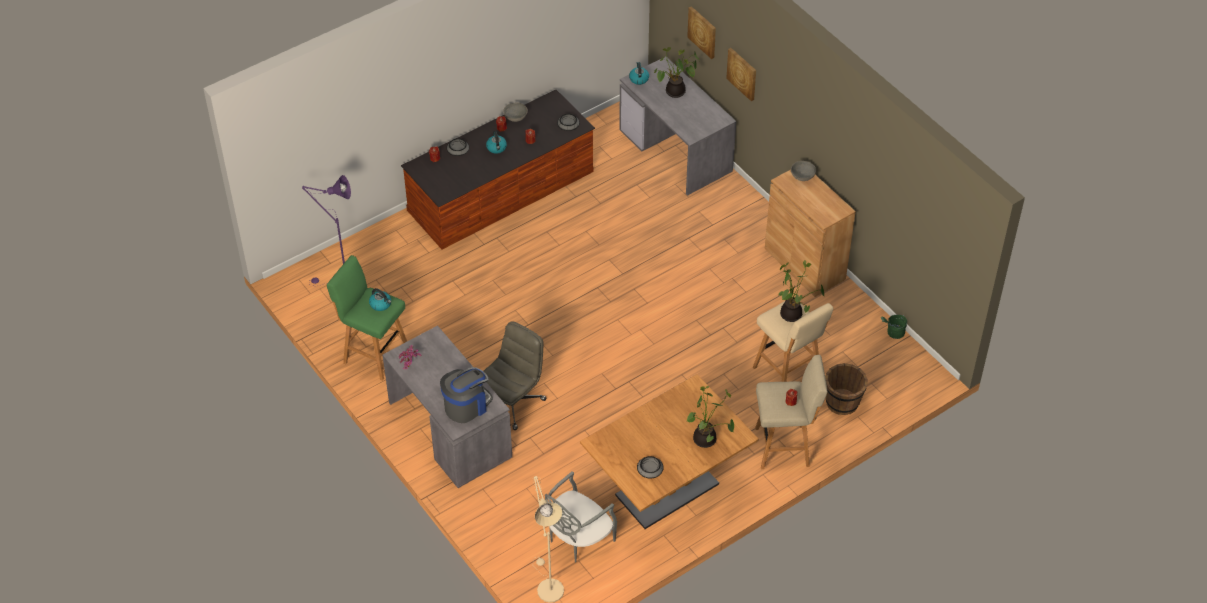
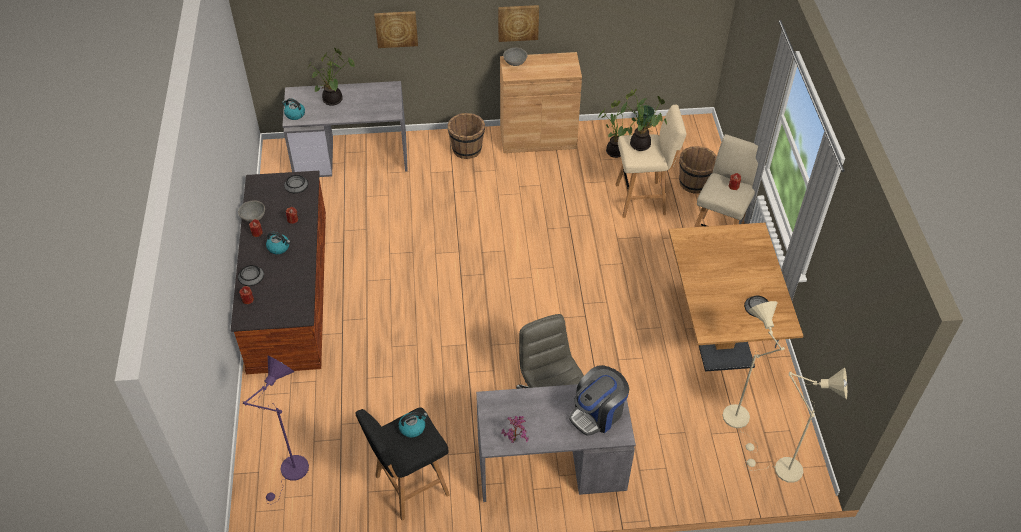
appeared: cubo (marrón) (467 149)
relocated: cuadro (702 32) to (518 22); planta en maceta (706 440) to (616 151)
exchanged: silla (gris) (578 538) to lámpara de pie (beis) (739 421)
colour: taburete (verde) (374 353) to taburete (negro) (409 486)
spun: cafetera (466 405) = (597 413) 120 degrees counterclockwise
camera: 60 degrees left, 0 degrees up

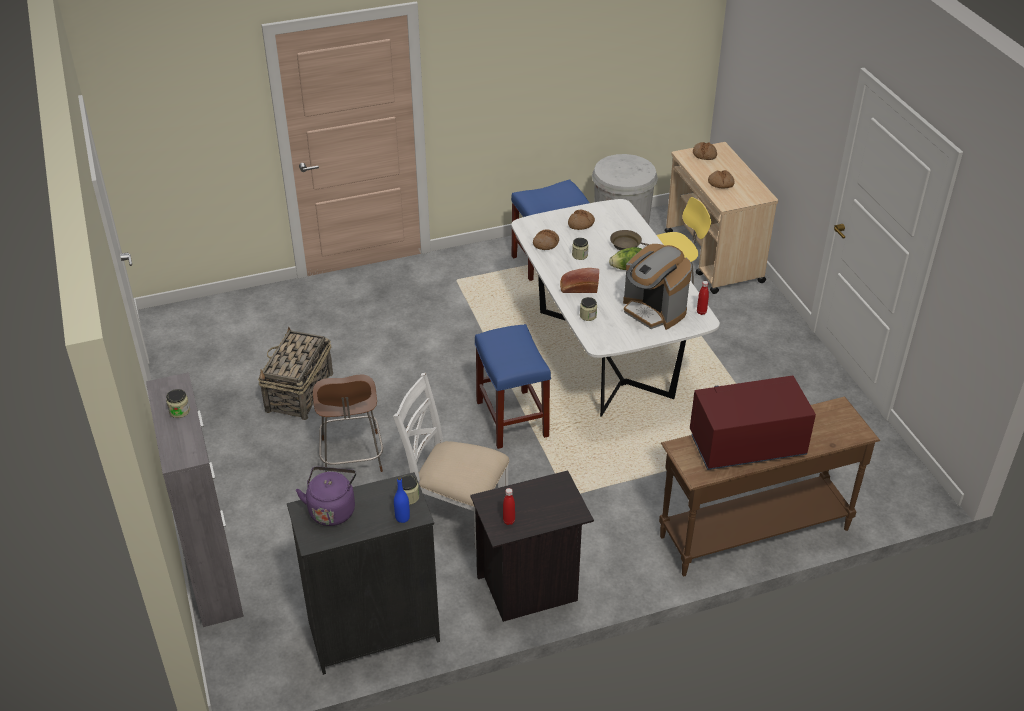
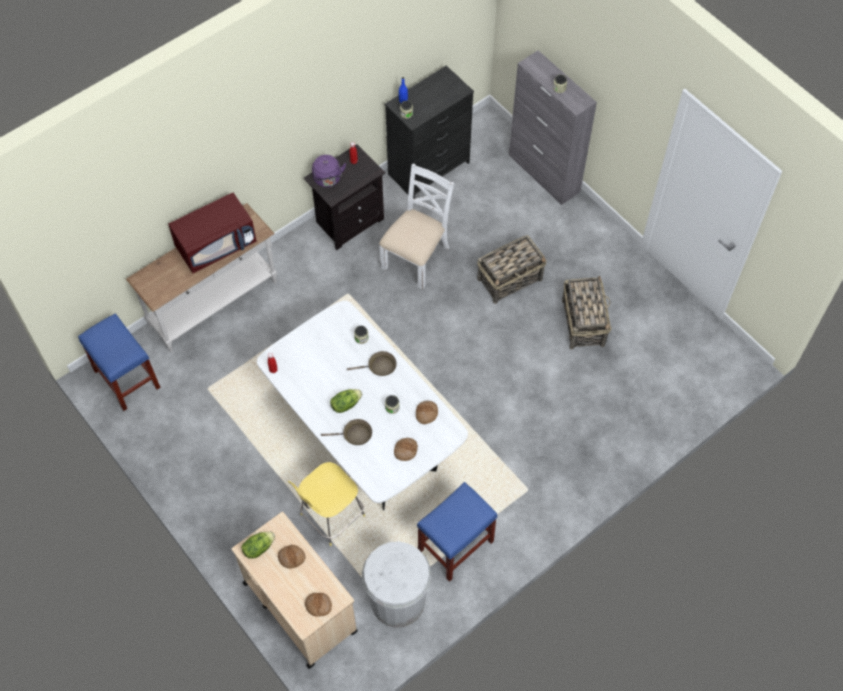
missing: cafetera (654 310)
appeared: lechuga (258 547)
relocated: hervidor (morado) (332 509) to (328 180); taburete (azul) (511 418) to (127 379)
exchanged: taburete (marrón) (352 457) to cesta (510 279); pan (578 288) to sartén (marrón) (379 367)
colour: mesa consola (marrón) (753 531) to mesa consola (blanco) (214 305)
spun: silla (blanco) (456 514) = (416 257) 60 degrees counterclockwise
camera: 160 degrees right, 20 degrees up

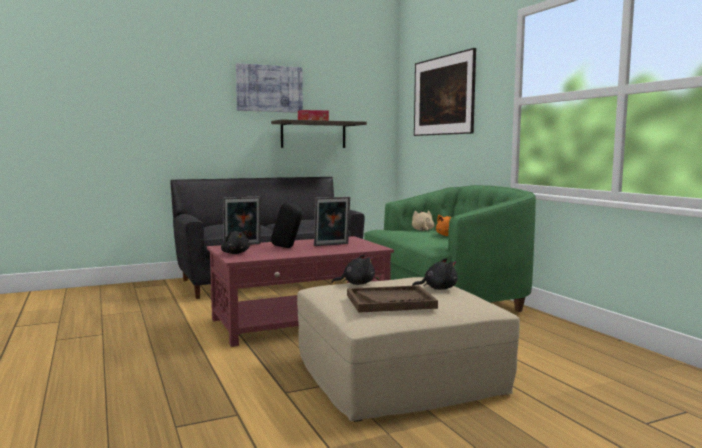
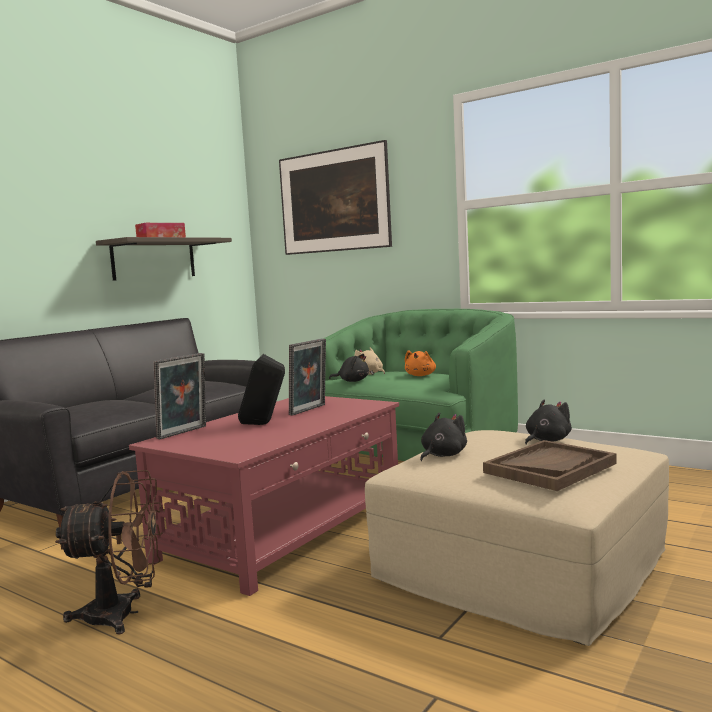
missing: cuadro (269 88)
appeared: ventilador (marrón) (123 614)
relocated: peluche (negro) (235 253) to (352 381)
camera: 30 degrees left, 0 degrees up

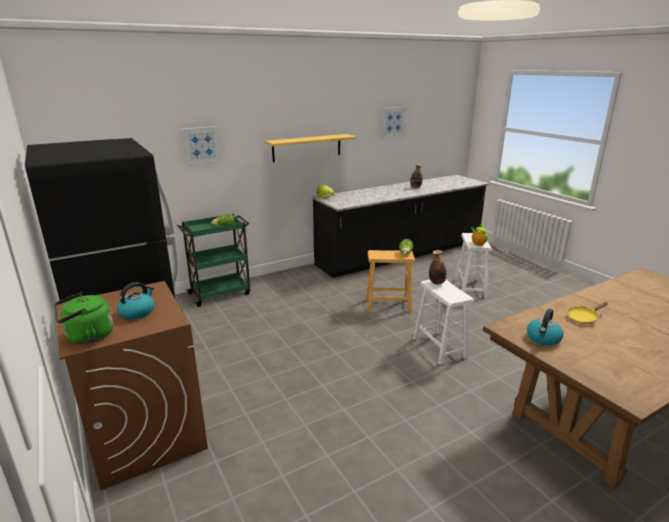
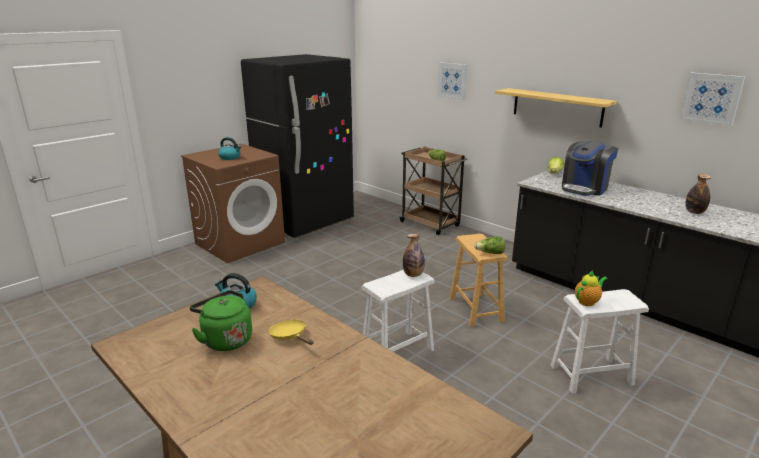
appeared: cafetera (585 188)
relocated: hervidor (verde) (87 337) to (225 339)
colour: carrito (verde) (220 293) to carrito (marrón) (430 224)
camera: 75 degrees right, 0 degrees up

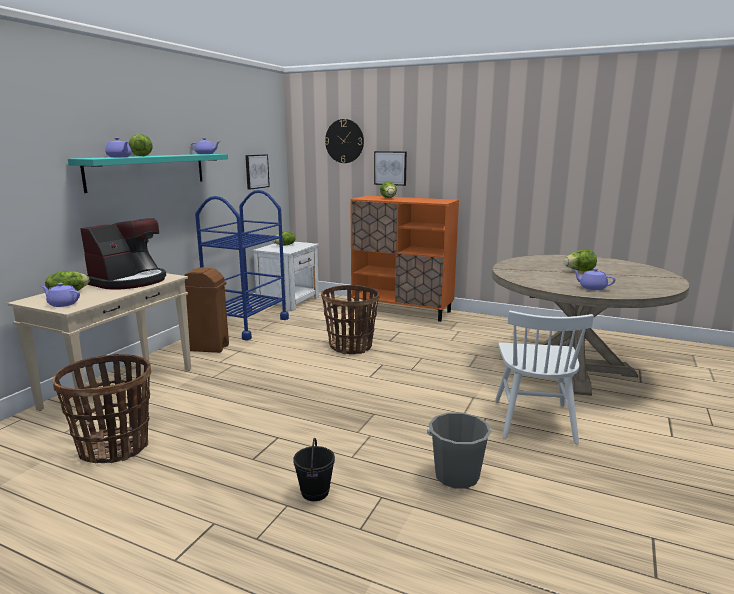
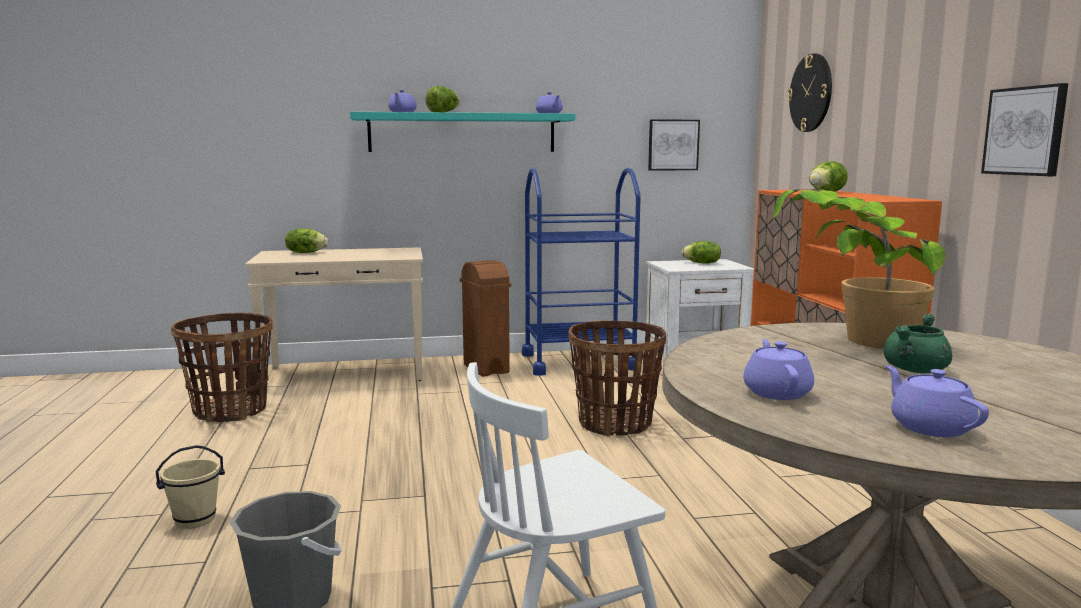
missing: cafetera (129 281)
appeared: planta en maceta (850 343)
relocated: tetera (morado) (62 304) to (929 427); cuadro (390 168) to (1025 131)
exchanged: lechuga (579 271) to olla (verde) (915 371)
colour: cubo (negro) (315 492) to cubo (beis) (195 520)
camera: 55 degrees right, 5 degrees down

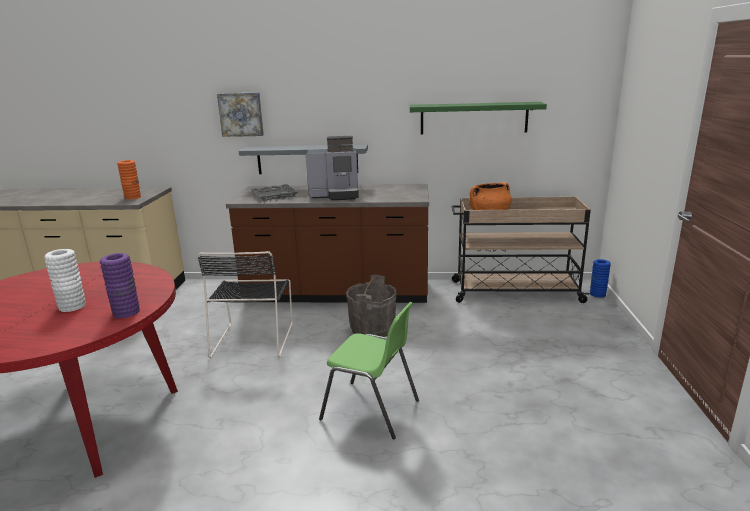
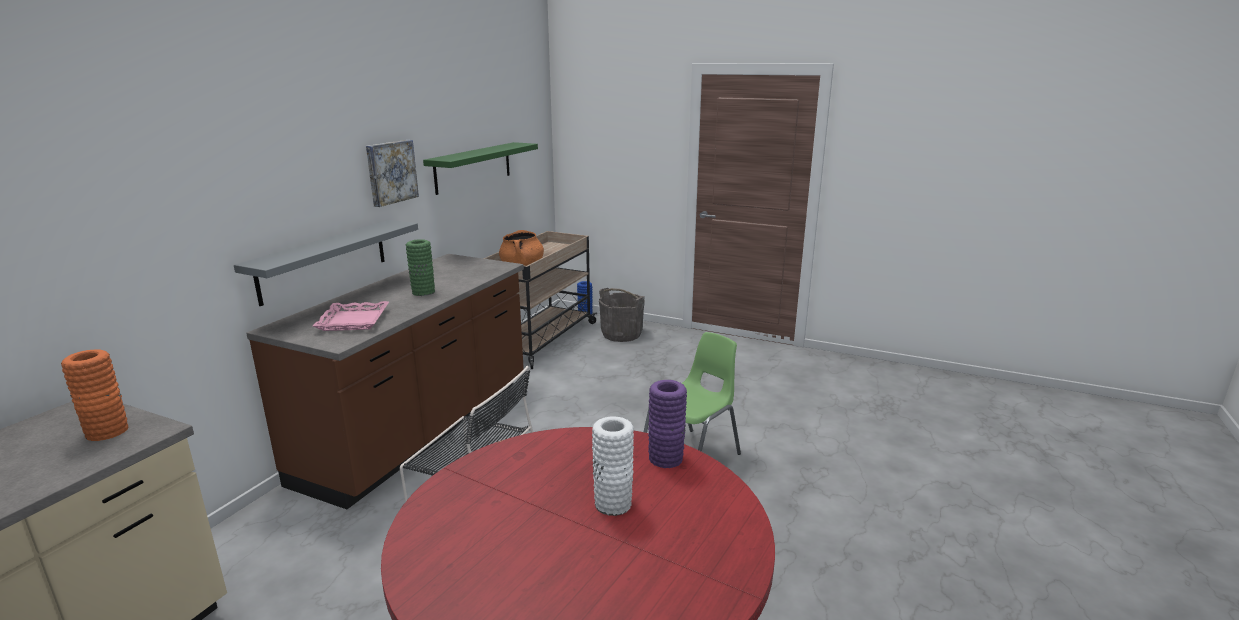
relocated: cuadro (241 114) to (390 172); cubo (gris) (372 329) to (621 334)
exchanged: cafetera (336 195) to florero (verde) (423 292)
colour: bandeja (gris) (274 195) to bandeja (rosa) (354 321)
camera: 70 degrees left, 0 degrees up

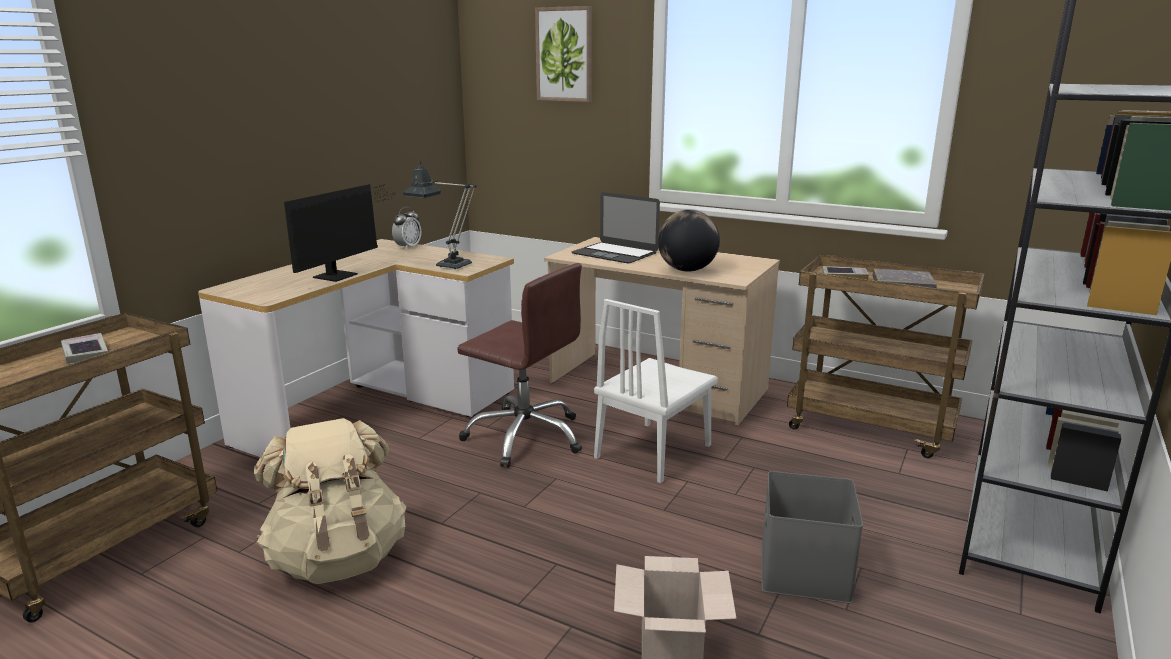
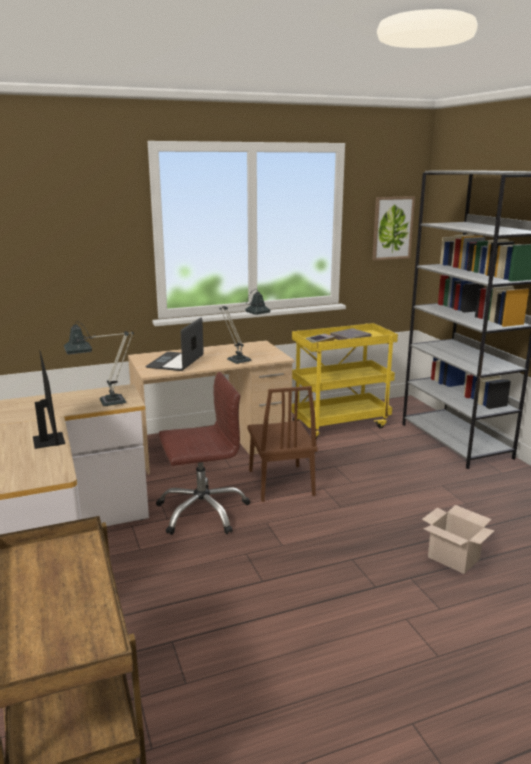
missing: libro (85 354); mochila (beis) (338 558); despertador (408 247); caja de almacenaje (gris) (806 572)
relocated: cuadro (564 54) to (392 228)
exchanged: globo terráqueo (687 270) to lámpara de mesa (244 360)
colour: silla (blanco) (653 451) to silla (marrón) (280 482); carrito (marrón) (871 427) to carrito (amarillo) (340 424)
spun: portátil (615 253) = (175 362) 120 degrees clockwise
camera: 50 degrees left, 0 degrees up

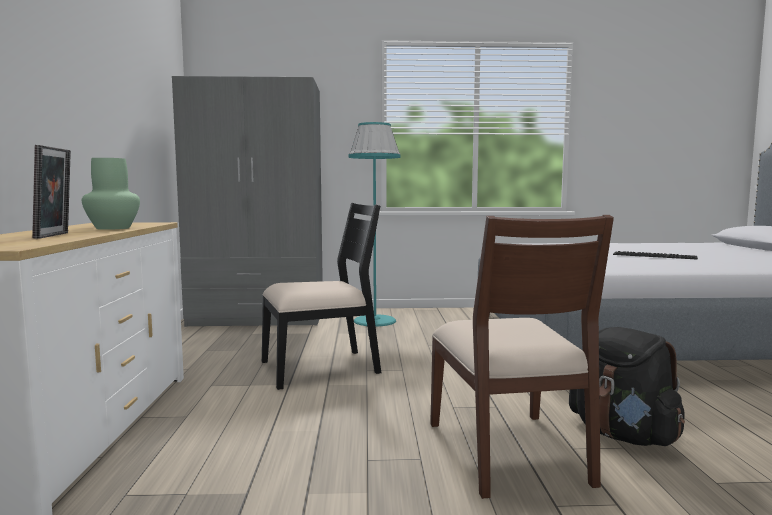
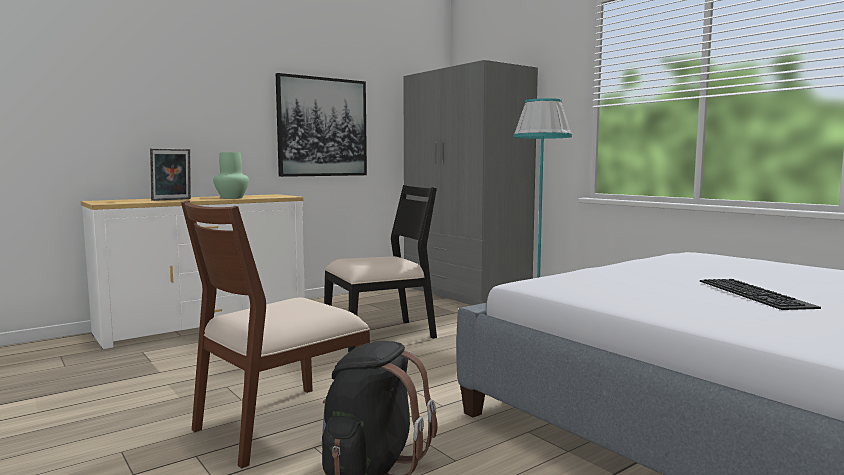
appeared: cuadro (322 127)
spun: silla (negro) (321 367) = (381 335) 60 degrees counterclockwise
camera: 55 degrees right, 0 degrees up

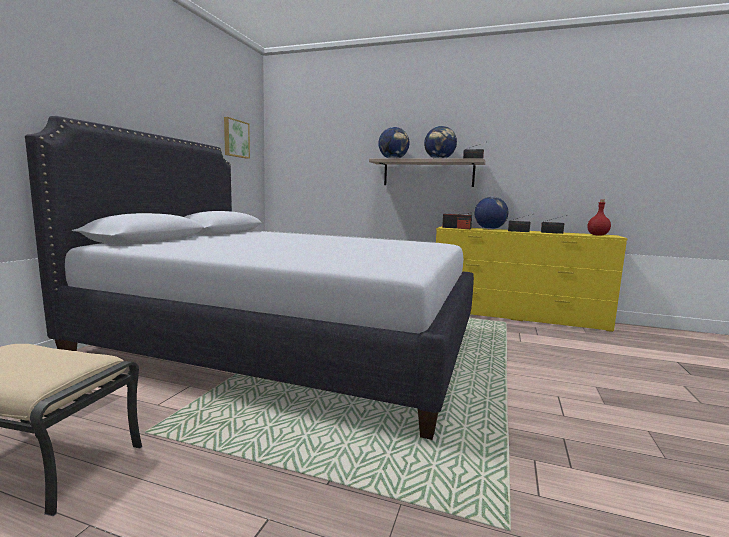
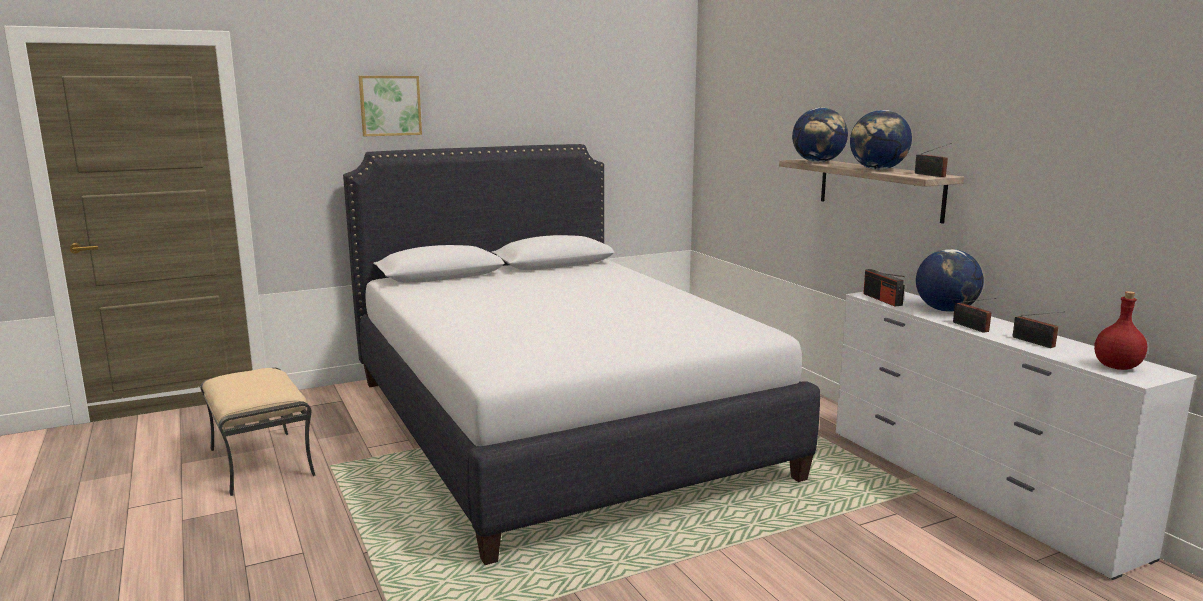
relocated: cuadro (235 138) to (390 105)
colour: cómoda (amarillo) (516 316) to cómoda (blanco) (972 488)
camera: 45 degrees right, 5 degrees up

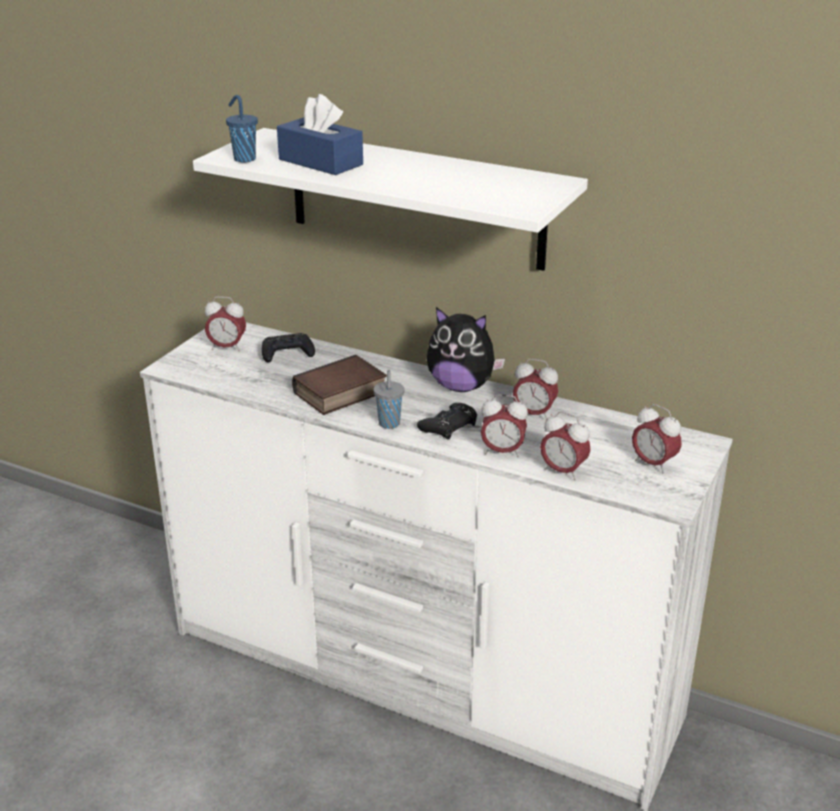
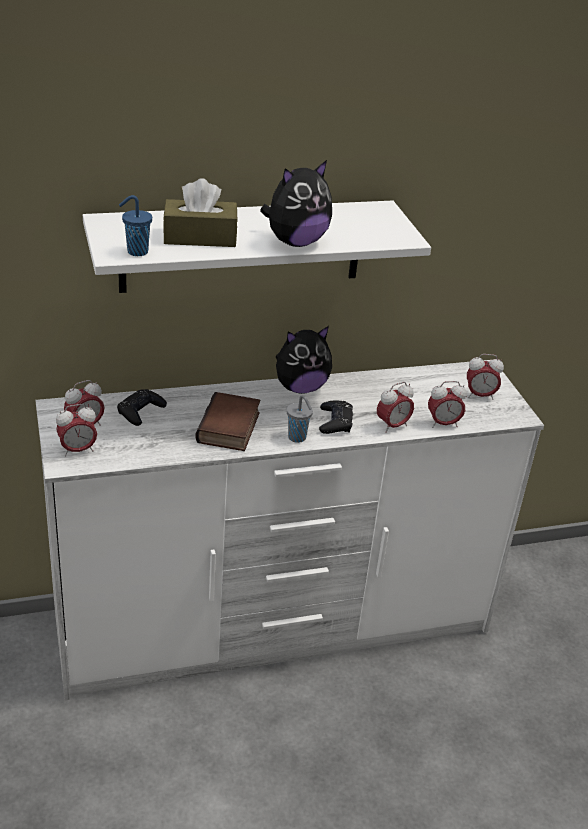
appeared: peluche (295 242)
relocated: despertador (533 414) to (78 450)
colour: caja de pañuelos (azul) (320 162) to caja de pañuelos (marrón) (200 237)
camera: 45 degrees left, 5 degrees up

